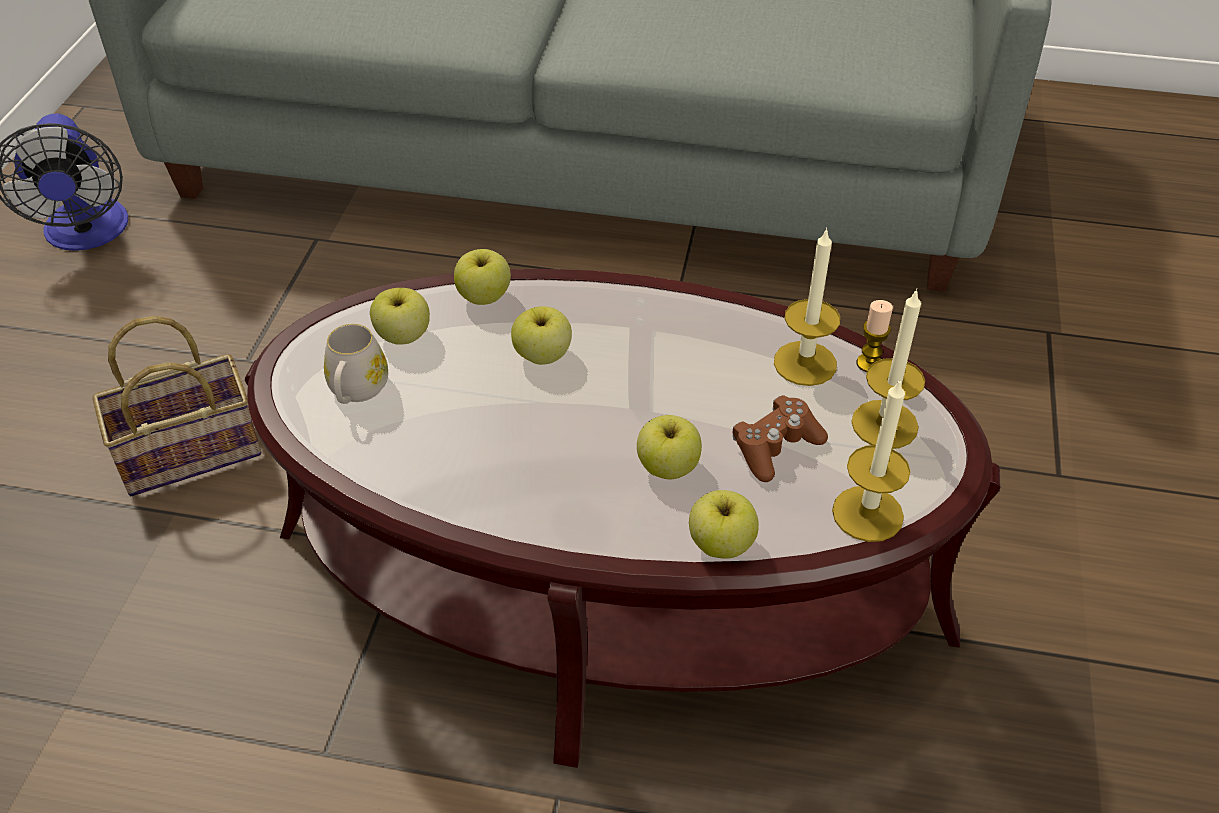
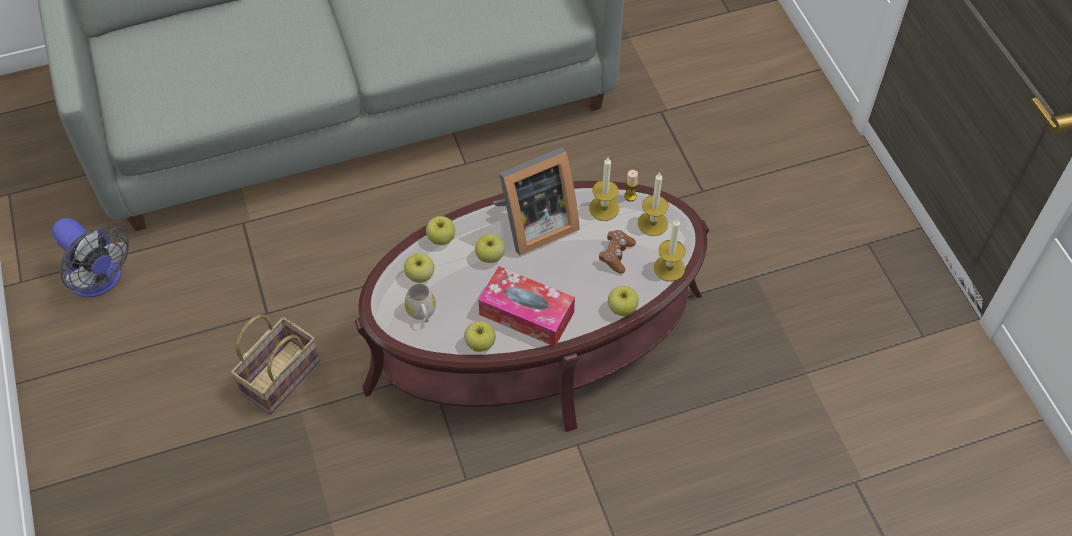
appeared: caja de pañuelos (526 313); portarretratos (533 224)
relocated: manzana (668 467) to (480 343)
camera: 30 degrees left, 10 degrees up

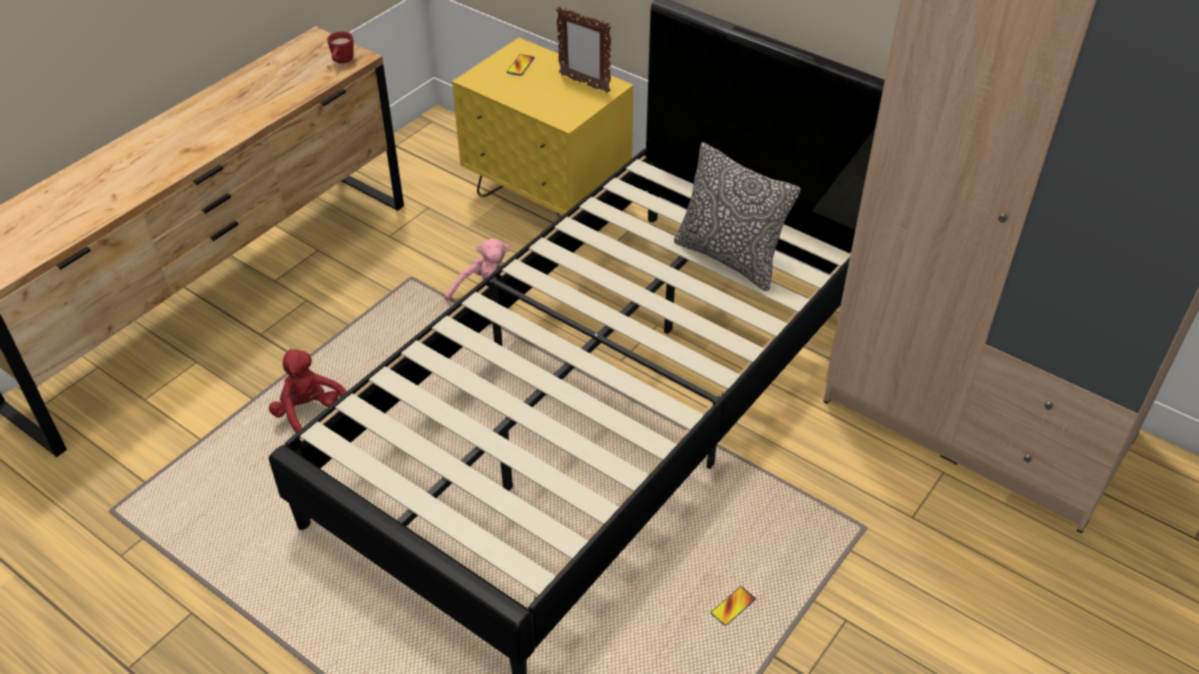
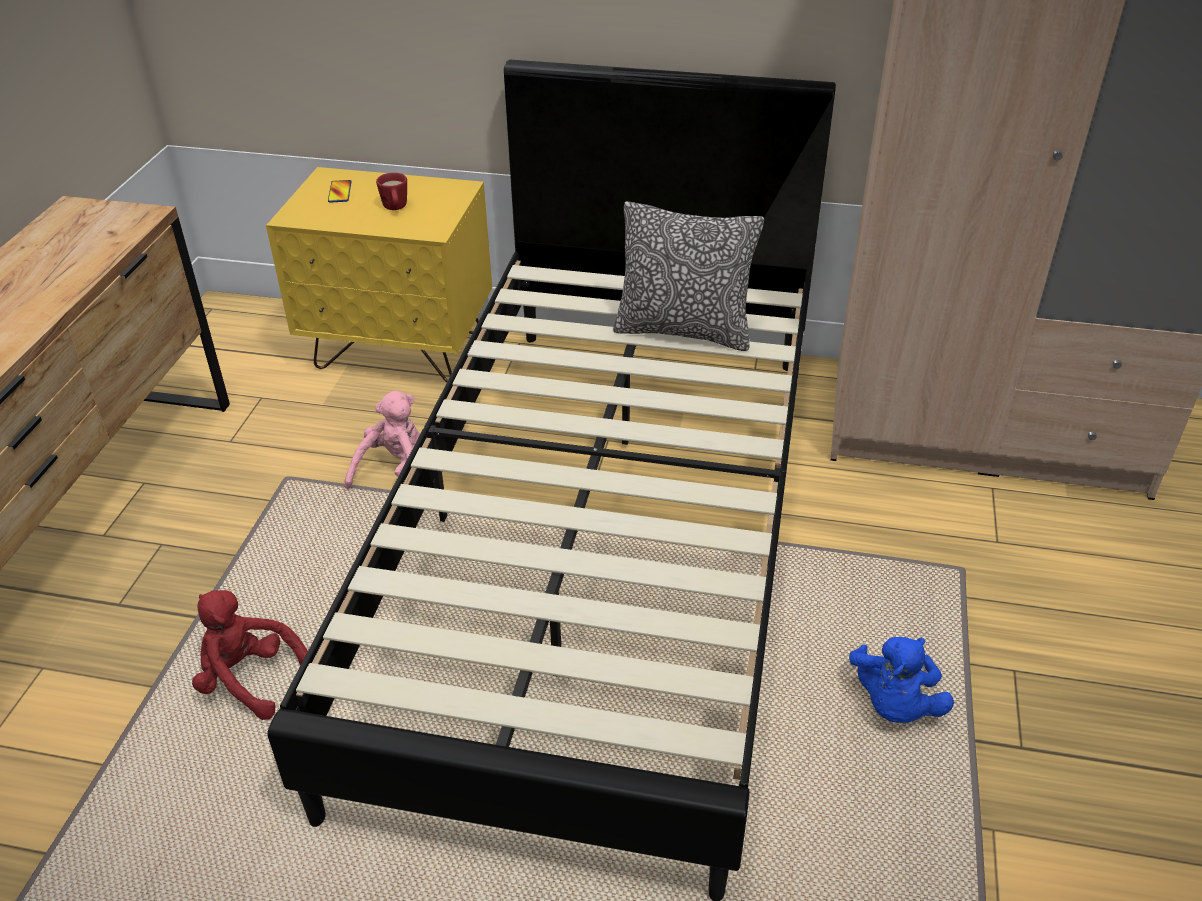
missing: portarretratos (584 83)
relocated: taza grande (rojo) (342 62) to (395 208)
exchanged: móvil (733 607) to peluche (azul) (893 704)
camera: 25 degrees left, 5 degrees down

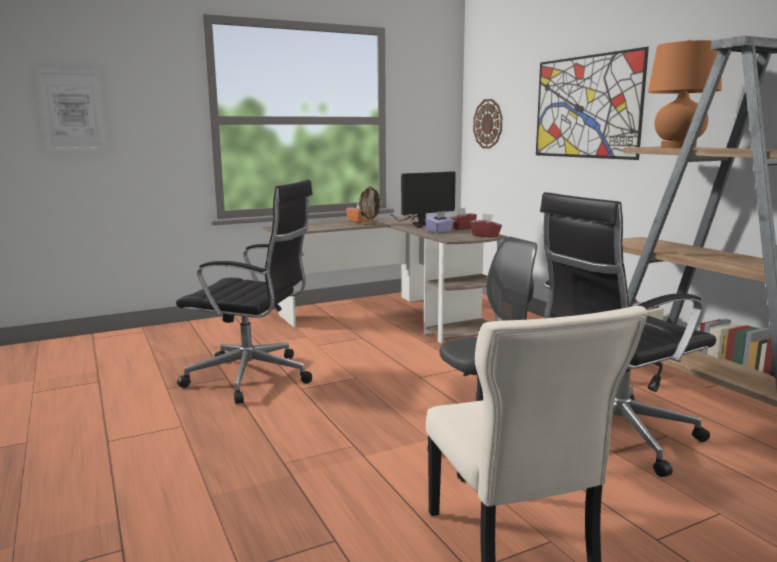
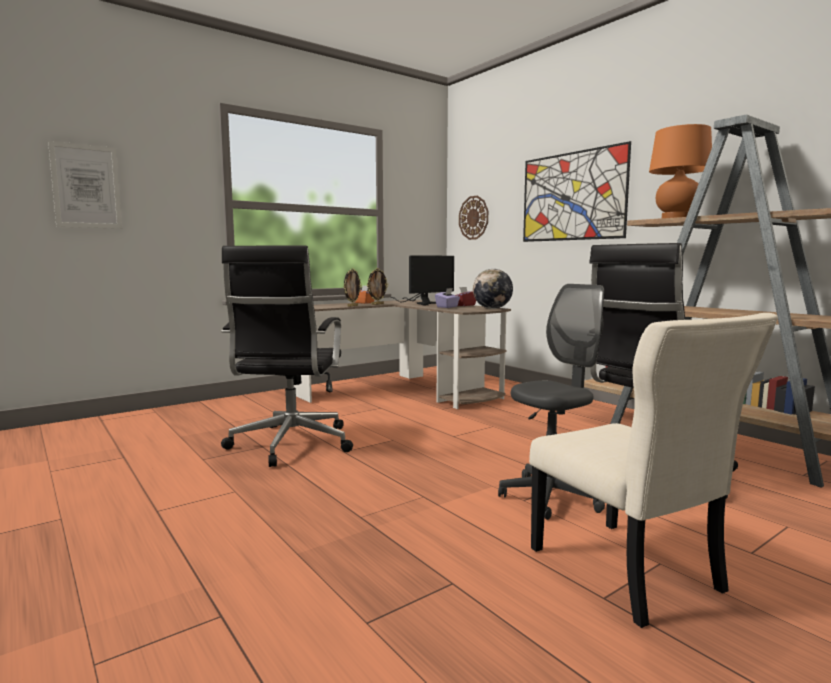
appeared: portarretratos (352 306)
exchanged: caja de pañuelos (rojo) (485 236) to globo terráqueo (492 308)
spun: silla de oficina (negro) (253 377) = (290 445) 90 degrees clockwise
camera: 10 degrees left, 5 degrees down

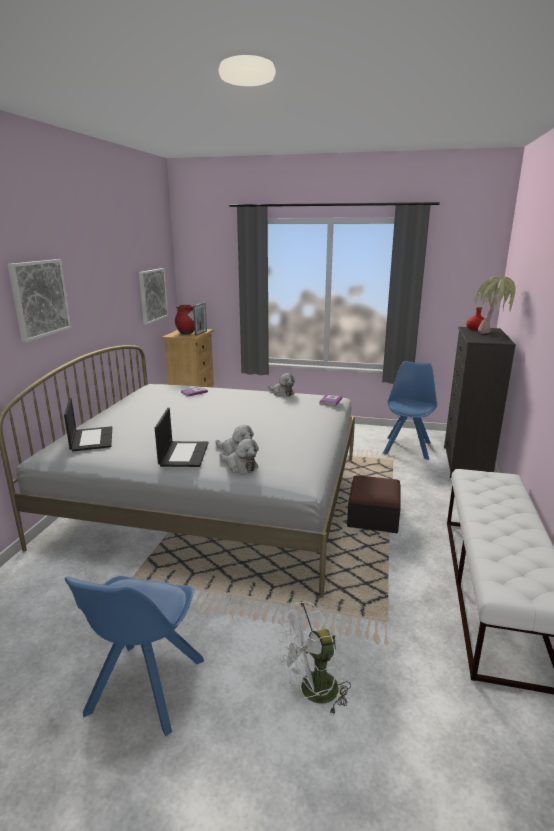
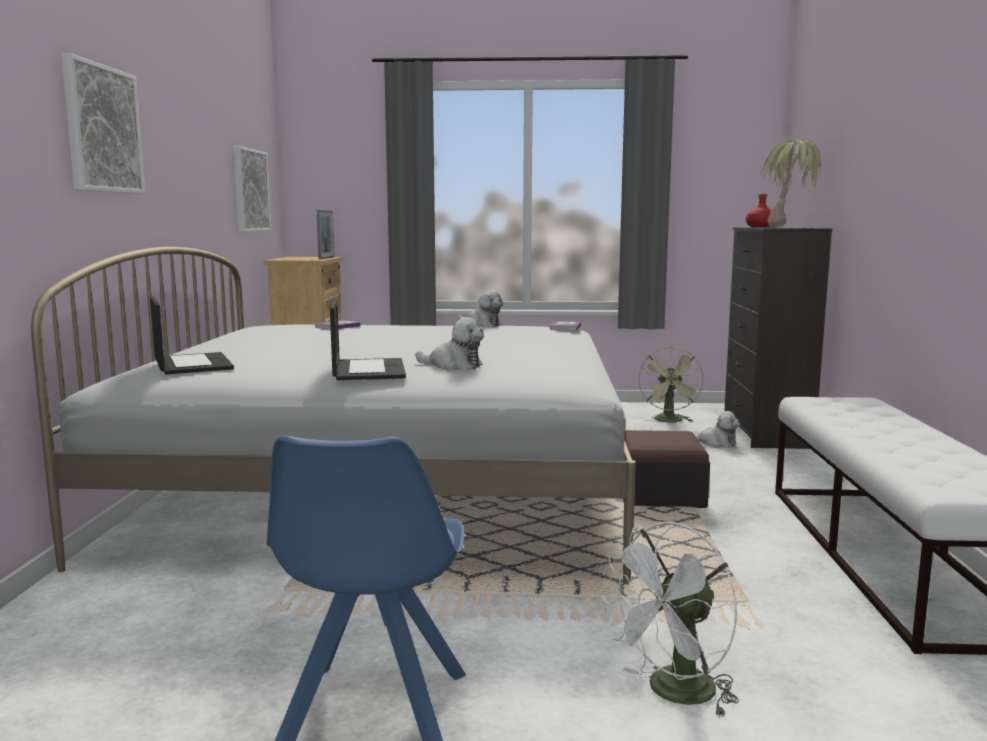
missing: florero (rojo) (186 333)
relocated: peluche (240 466) to (716 443)
exchanged: silla (azul) (407 447) to ventilador (verde) (670 421)
camera: 10 degrees left, 10 degrees down

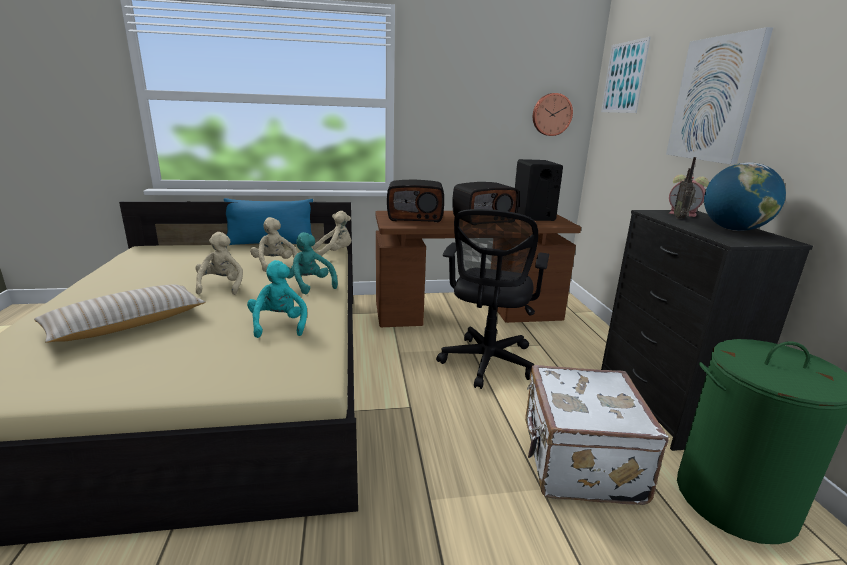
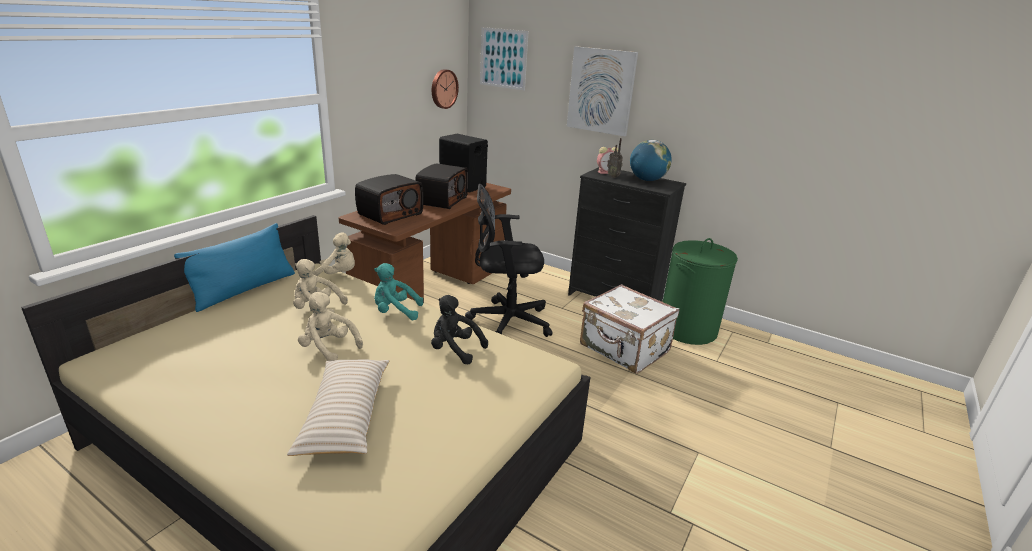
colour: peluche (turquesa) (279 325) to peluche (negro) (454 350)
spun: peluche (beis) (334 253) = (337 275) 75 degrees clockwise; silla de oficina (negro) (486 364) = (506 320) 120 degrees clockwise
camera: 50 degrees left, 5 degrees up

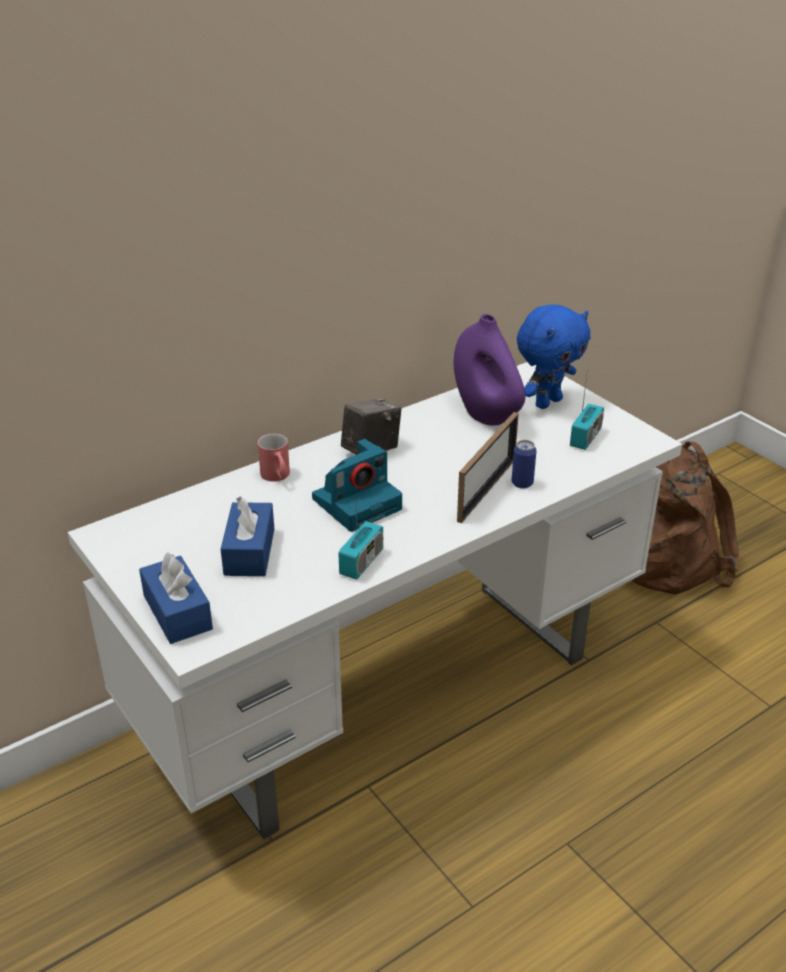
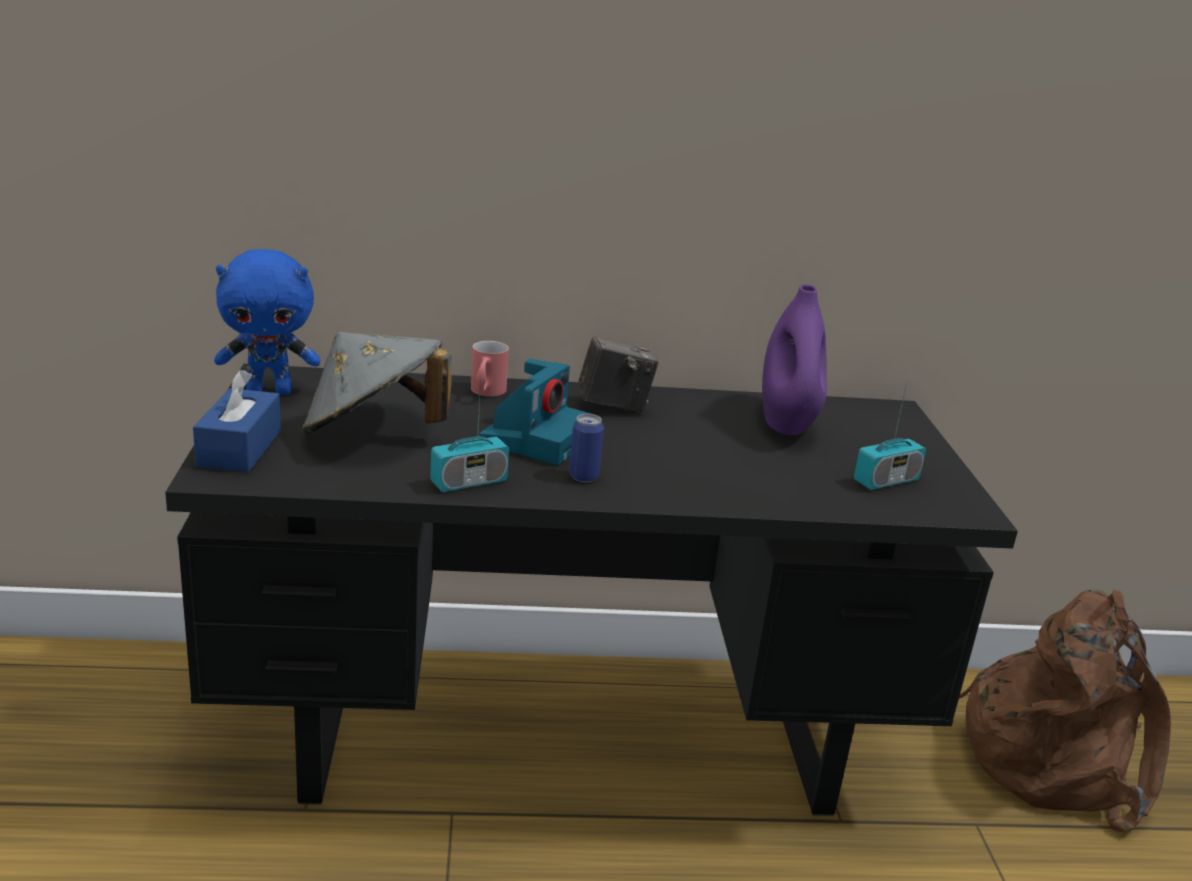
missing: portarretratos (486 490)
relocated: lata (522 483) to (583 476); peluche (azul) (547 402) to (270 391)
exchanged: caja de pañuelos (azul) (249 552) to sombrero (gris) (373 433)
colour: escritorio (blanco) (392 693) to escritorio (negro) (569 739)
spun: cámara (358 503) = (537 438) 60 degrees counterclockwise
camera: 30 degrees right, 10 degrees down

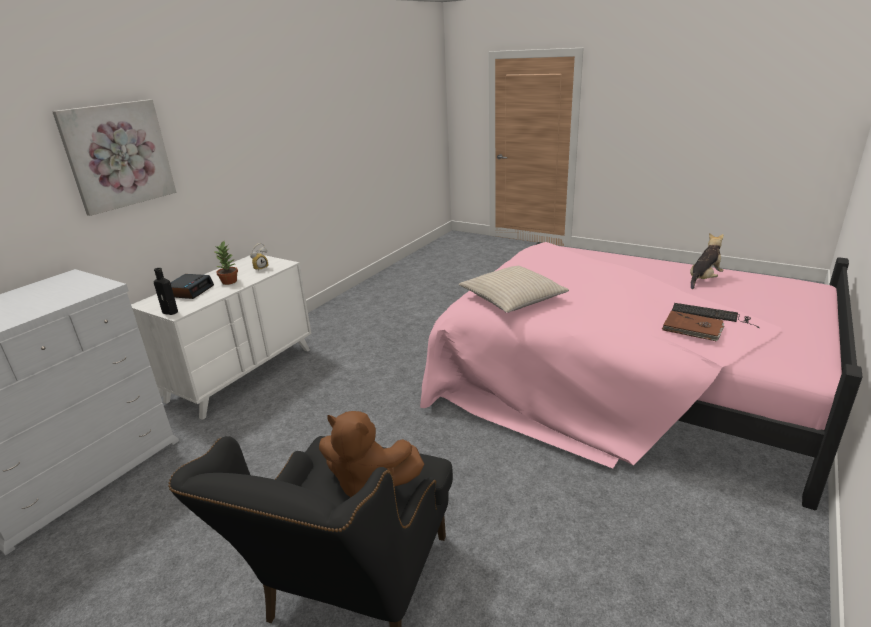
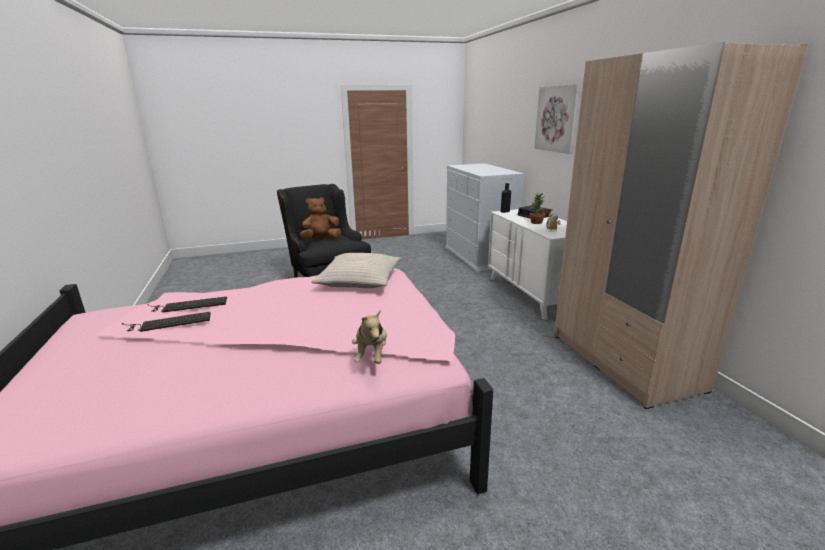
appeared: armario ropero (beis) (624 362)
relocated: peluche (703 279) to (372 355)
exchanged: libro (marrón) (692 328) to teclado (188 305)
camera: 130 degrees right, 5 degrees down

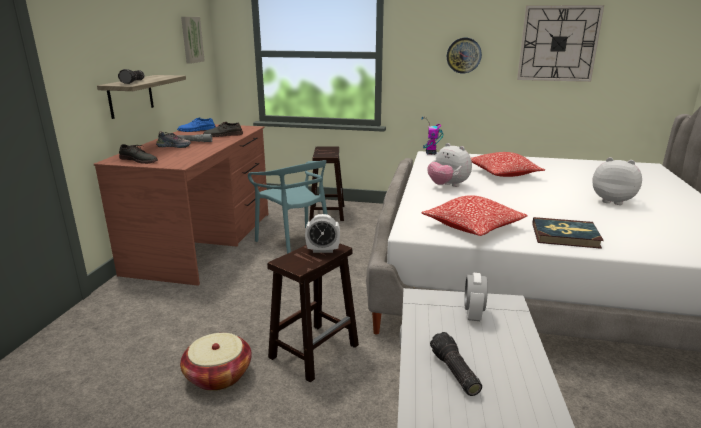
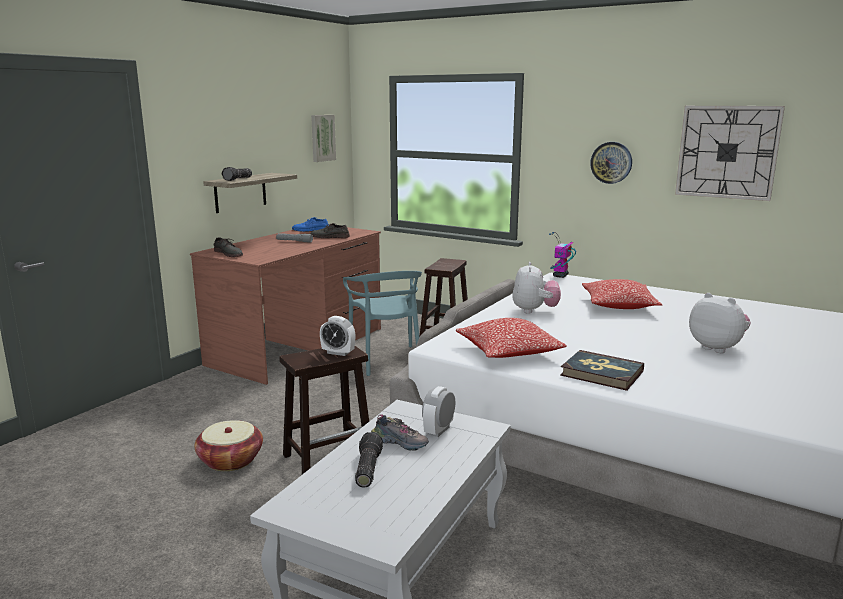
relocated: zapato (174 146) to (400 443)
spun: peluche (447 186) = (534 311) 150 degrees counterclockwise
camera: 20 degrees right, 5 degrees down

